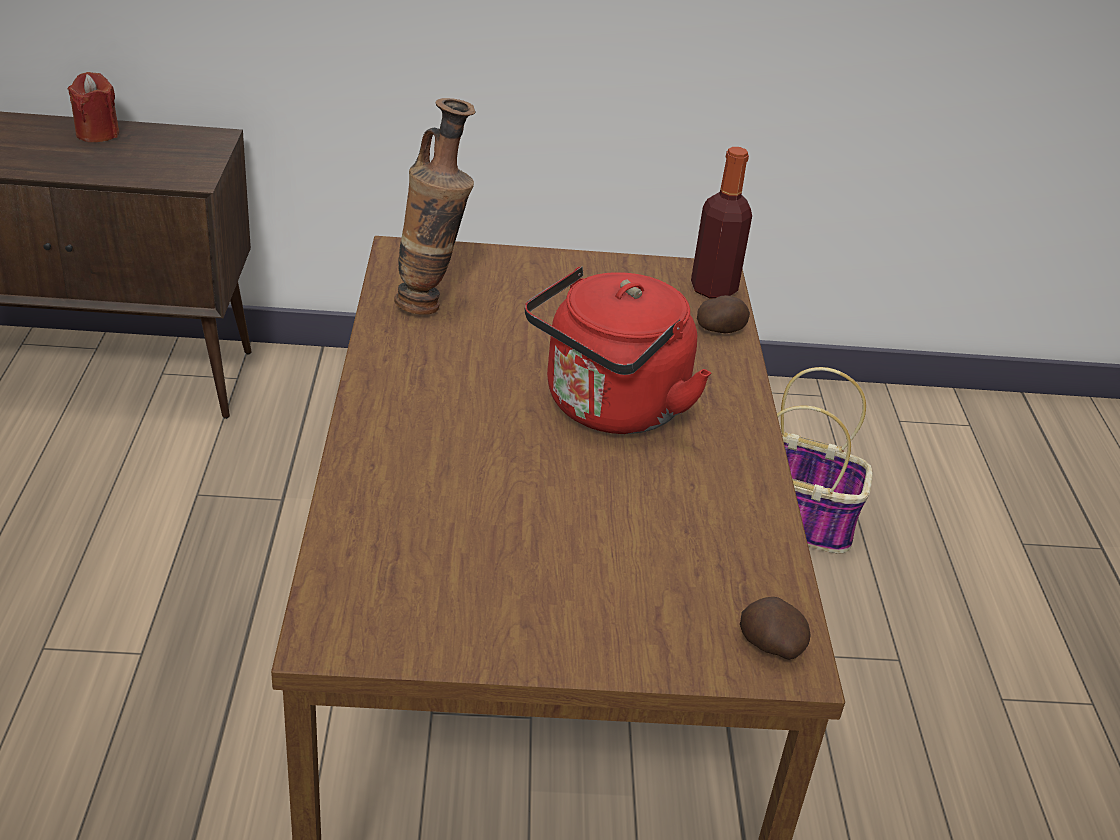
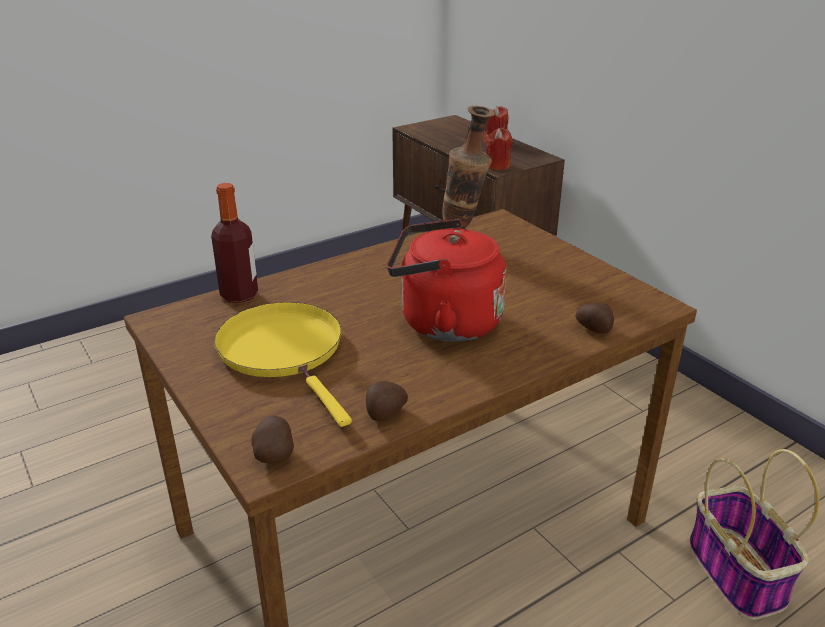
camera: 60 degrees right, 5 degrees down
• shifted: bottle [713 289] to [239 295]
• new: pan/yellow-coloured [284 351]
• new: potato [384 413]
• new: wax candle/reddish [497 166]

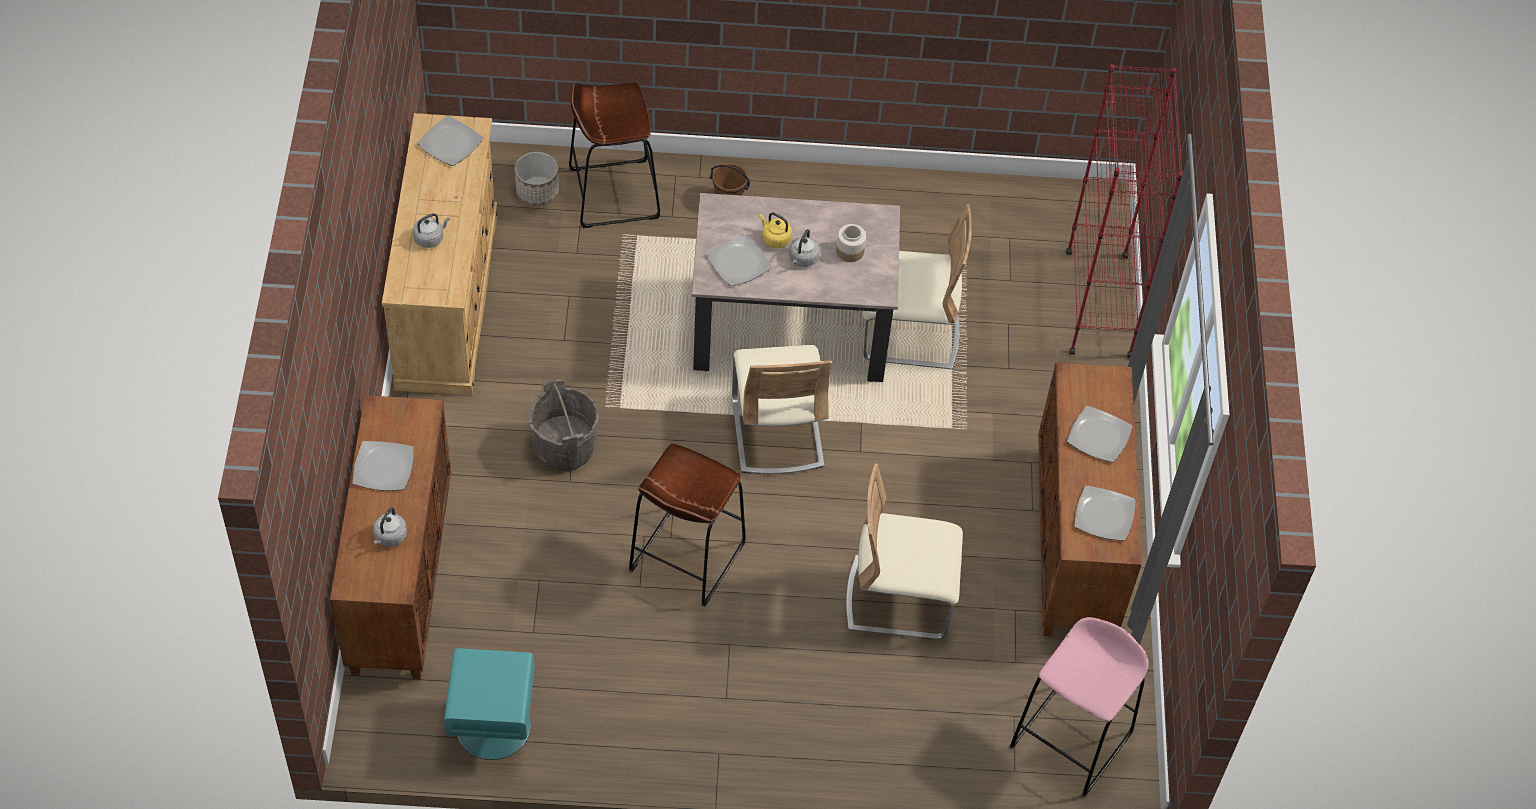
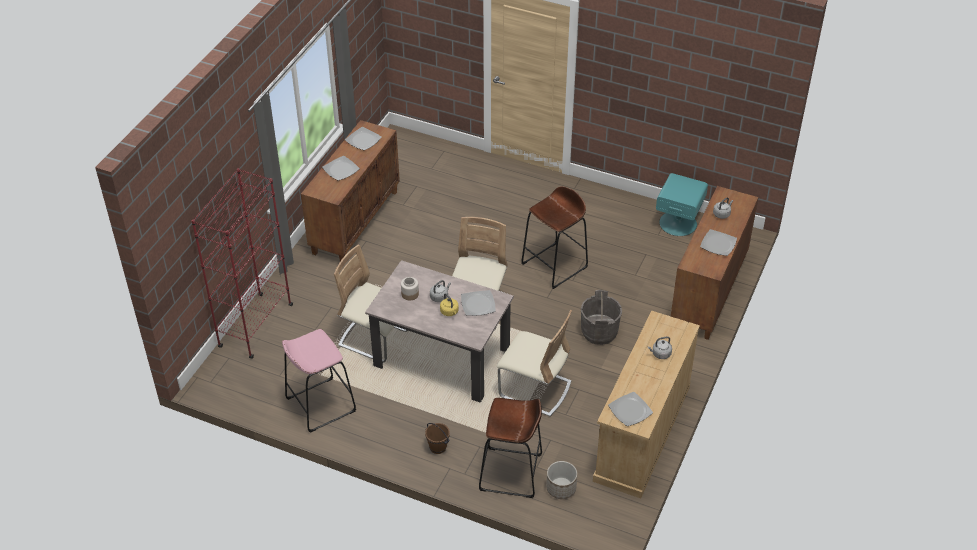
camera: 155 degrees left, 10 degrees down
• shifted: stool seat/pinkish [1071 740] to [320 405]
• shifted: chair/sand-coloured [899 598] to [534 389]

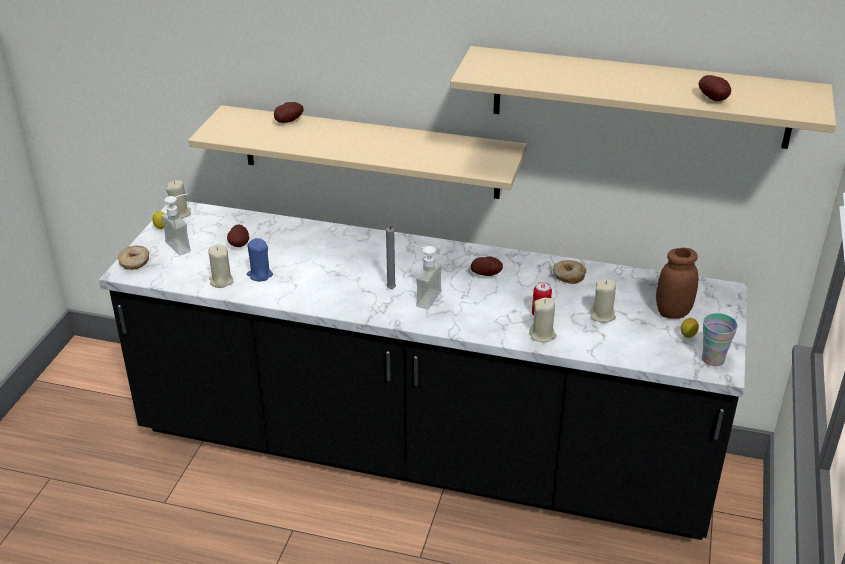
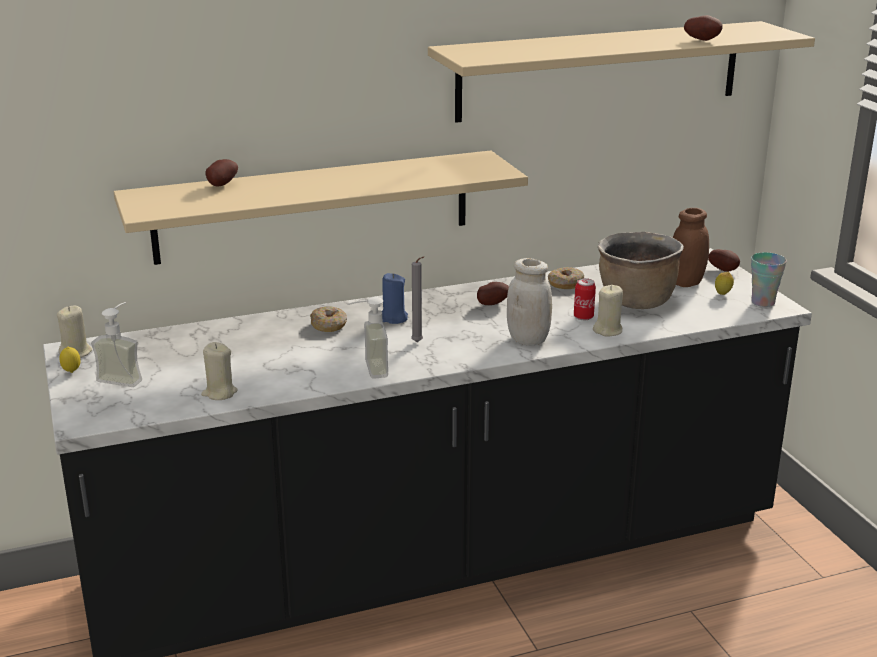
camera: 35 degrees left, 10 degrees down
• shifted: doughnut [135 262] to [329 325]
• shifted: soap dispenser [422 297] to [367 369]
• shifted: wax candle/bluish [260 275] to [393 318]
• new: preserve jar/whitish [528 339]
• swapped: wax candle/sand-coloured [602 315] to stockpot/brown [635 302]
• shifted: potato [240 245] to [724 270]

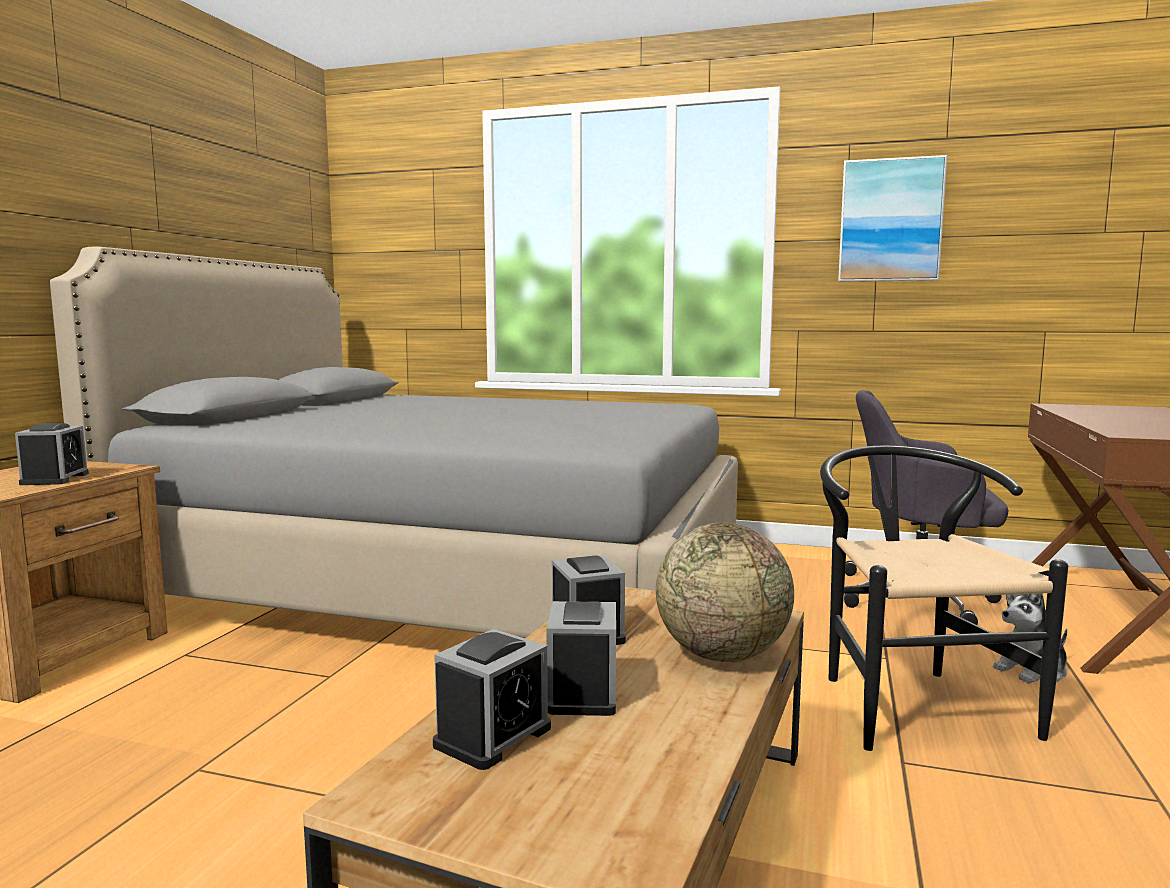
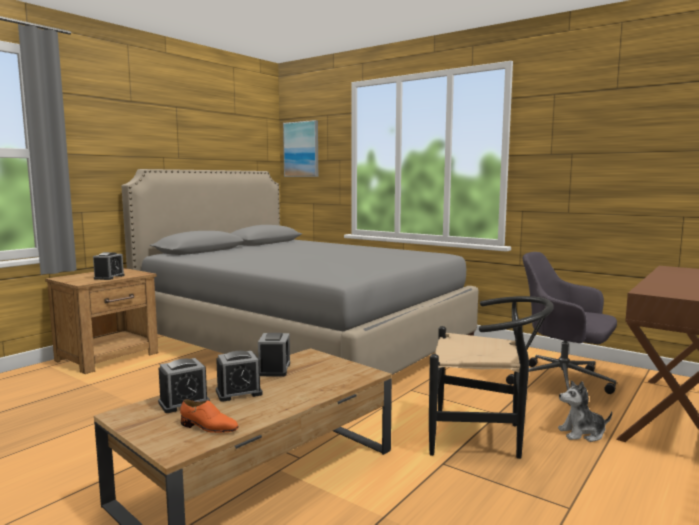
camera: 20 degrees right, 0 degrees up
• new: item of footwear/orangey [208 427]
• rotated: table clock [582 693] = [239 392] 45 degrees clockwise
• shifted: wall picture [890 220] to [301 149]
• rotated: chair/blackish [910 700] = [484 436] 90 degrees clockwise
• gone: globe [722 655]

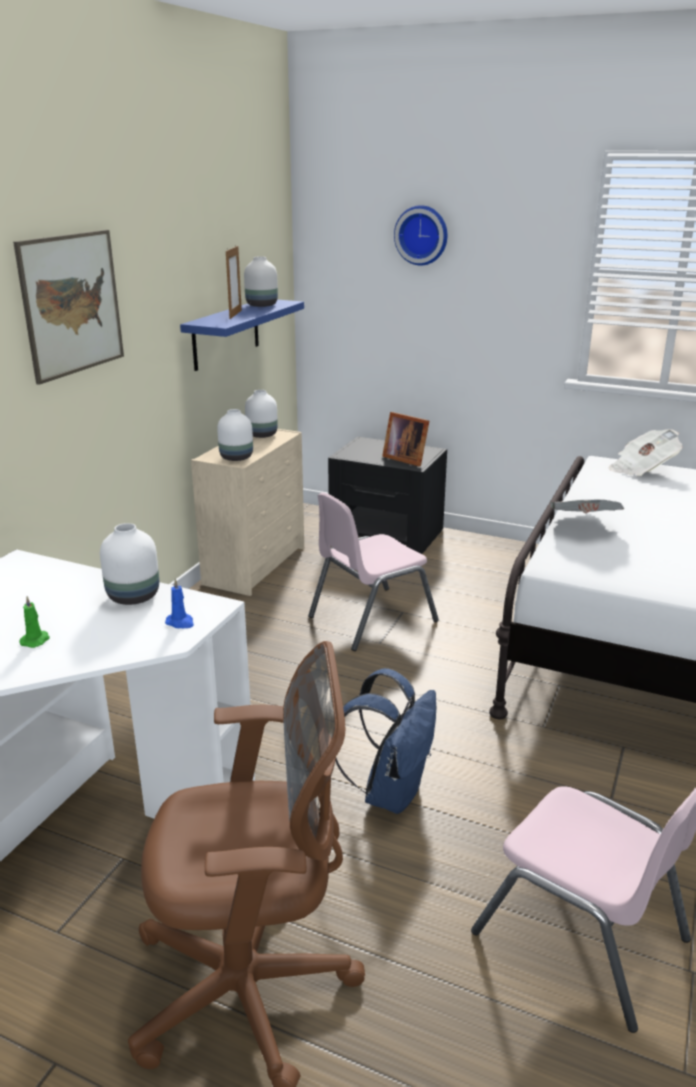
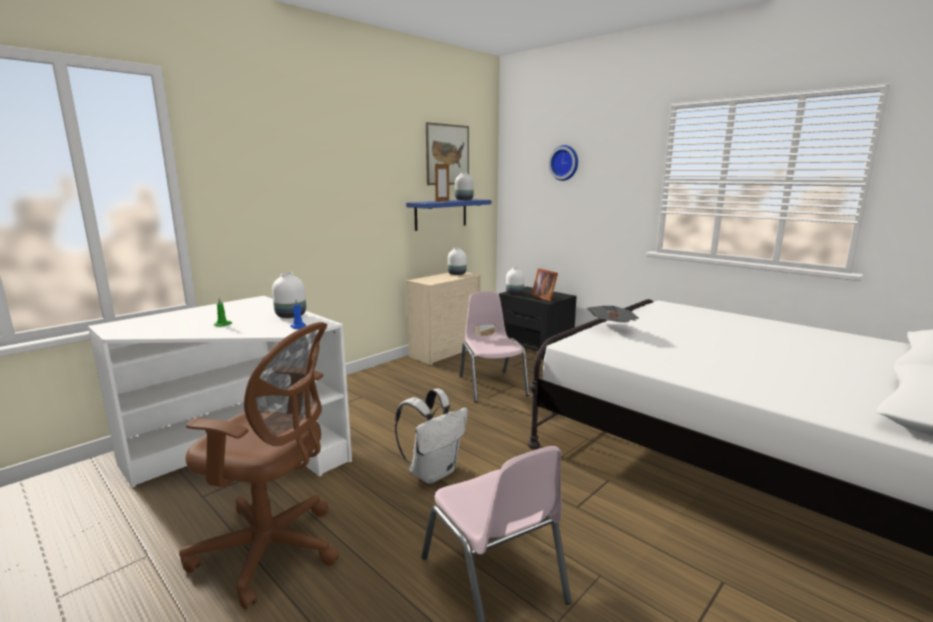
camera: 20 degrees right, 10 degrees down
• repainted: backpack/bluish [391 791] to backpack/whitish [433 472]
• shifted: wall picture [72 304] to [447 154]
• rotated: chair/pinkish [371 618] = [492 385] 90 degrees clockwise
• shifted: decorative vase/whitish [237 457] to [515 293]
• gone: printed paper [641 469]

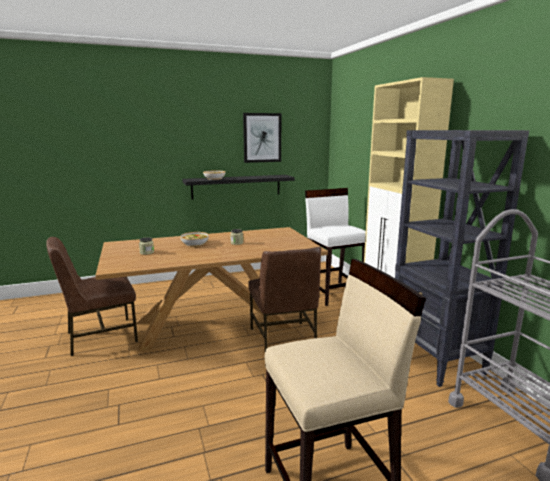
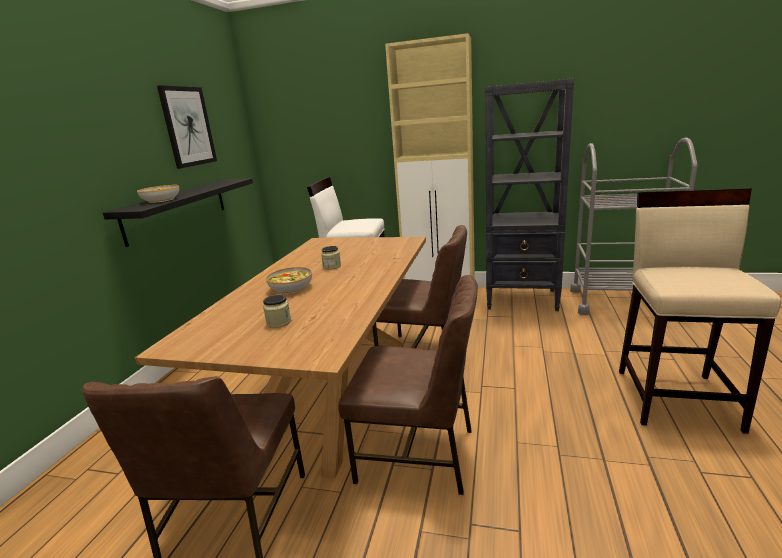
camera: 55 degrees left, 5 degrees up
• new: chair/brown [418 454]

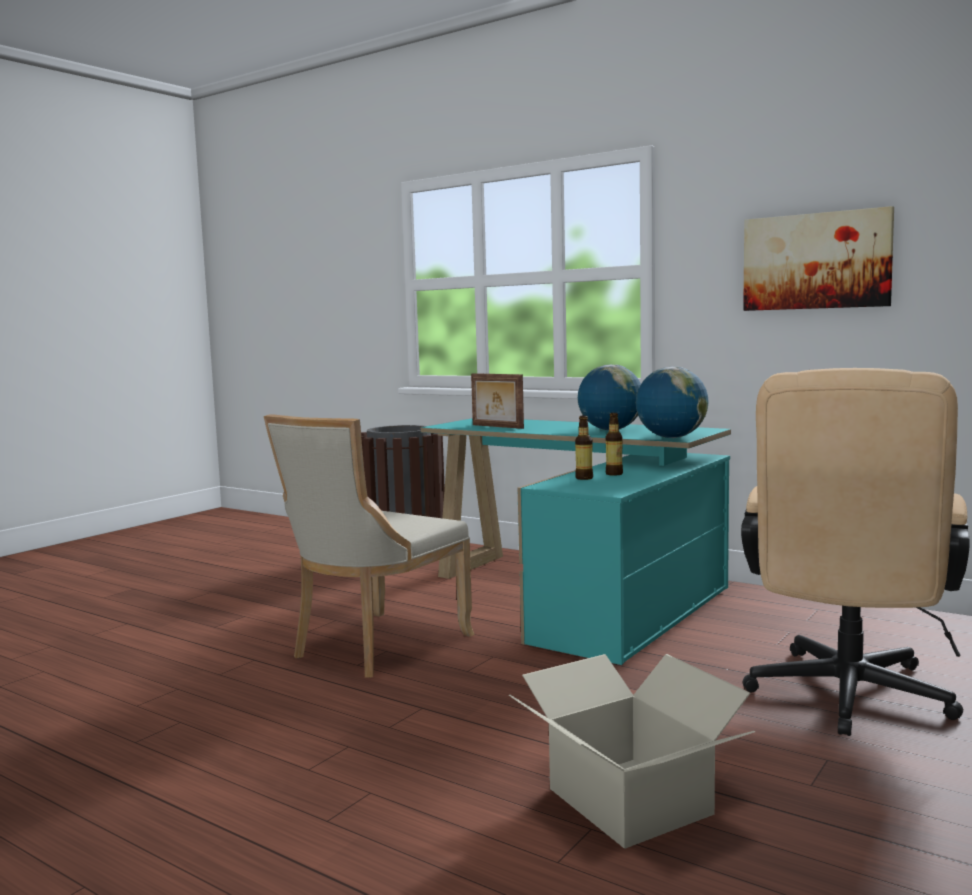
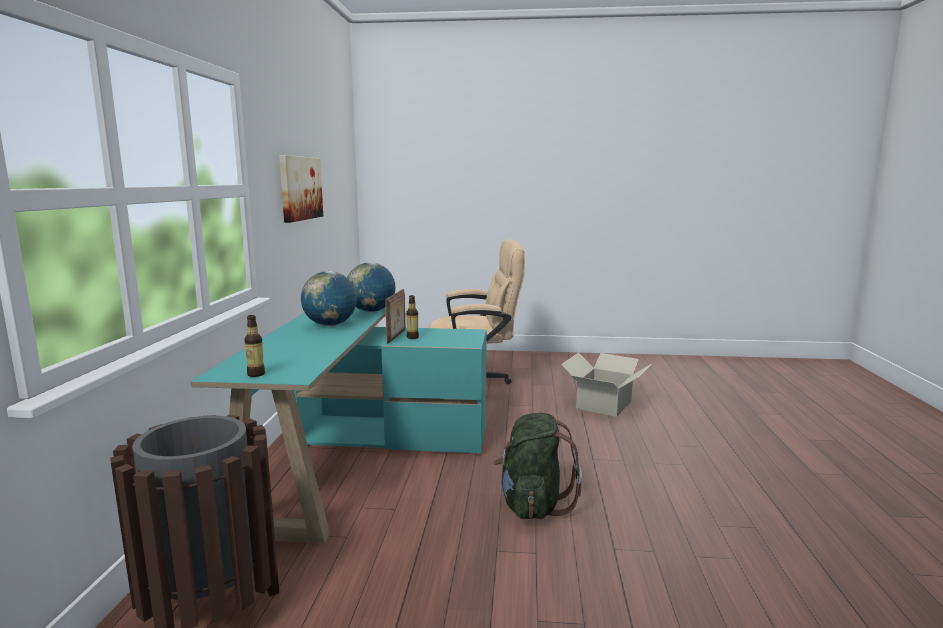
camera: 120 degrees left, 5 degrees up
• shifted: bottle [584 478] to [256 374]
• shifted: standing frame [496 427] to [397 336]
• swapped: chair/sand-coloured [375 647] to backpack/greenish [533 505]

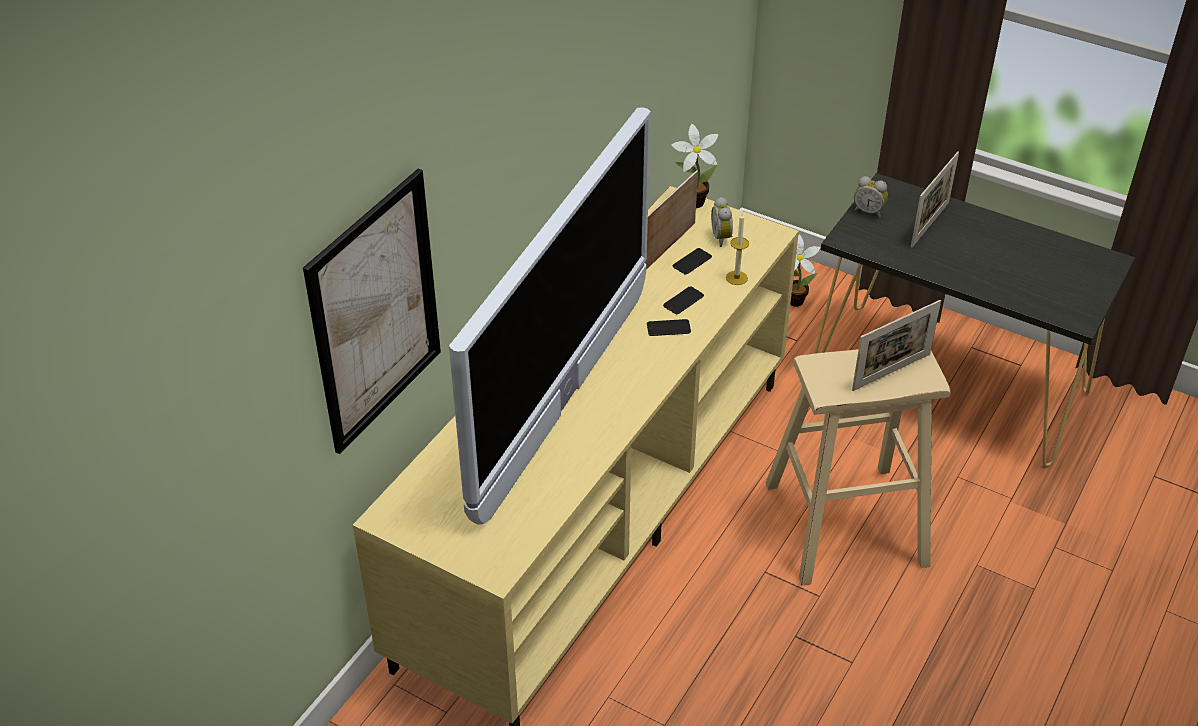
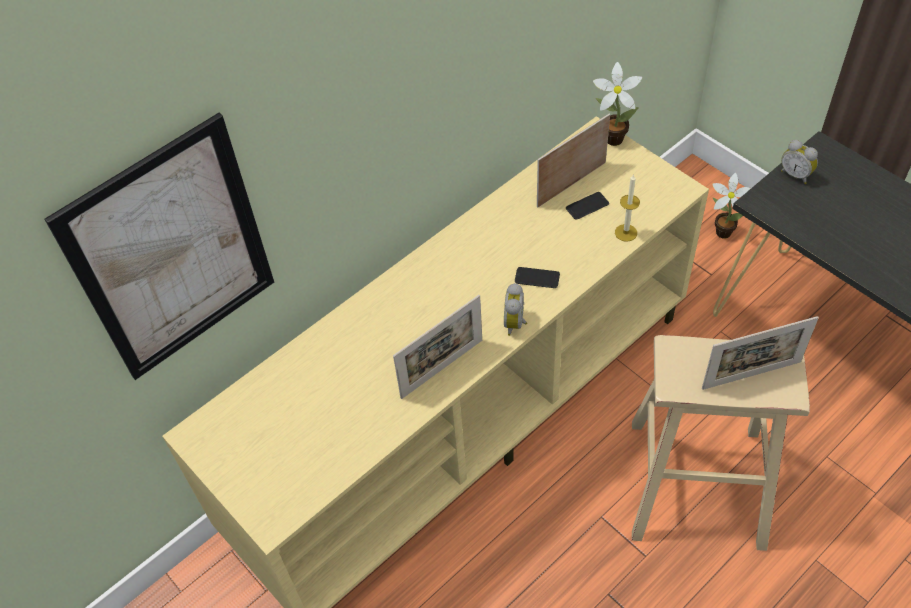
camera: 20 degrees right, 10 degrees up
• shifted: standing frame [930 224] to [442 368]
• shifted: table clock [722 238] to [516 323]
• gone: TV [563 401]
• gone: phone [683 301]

